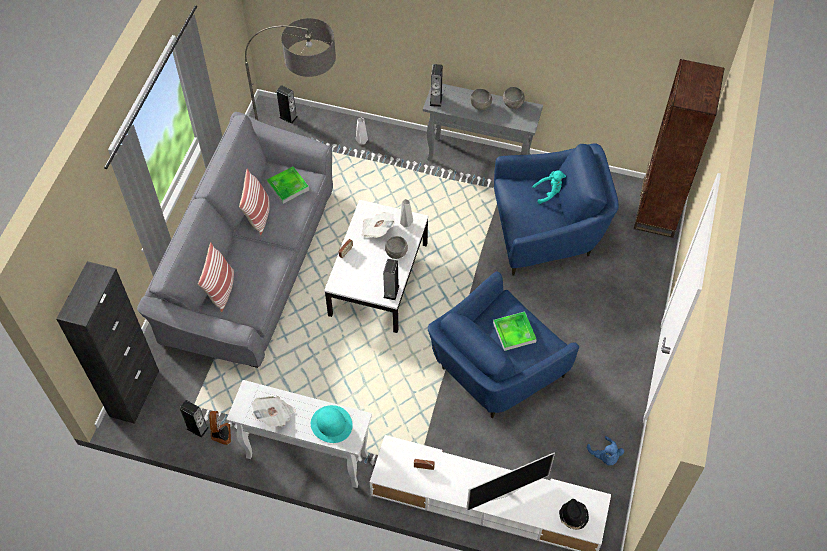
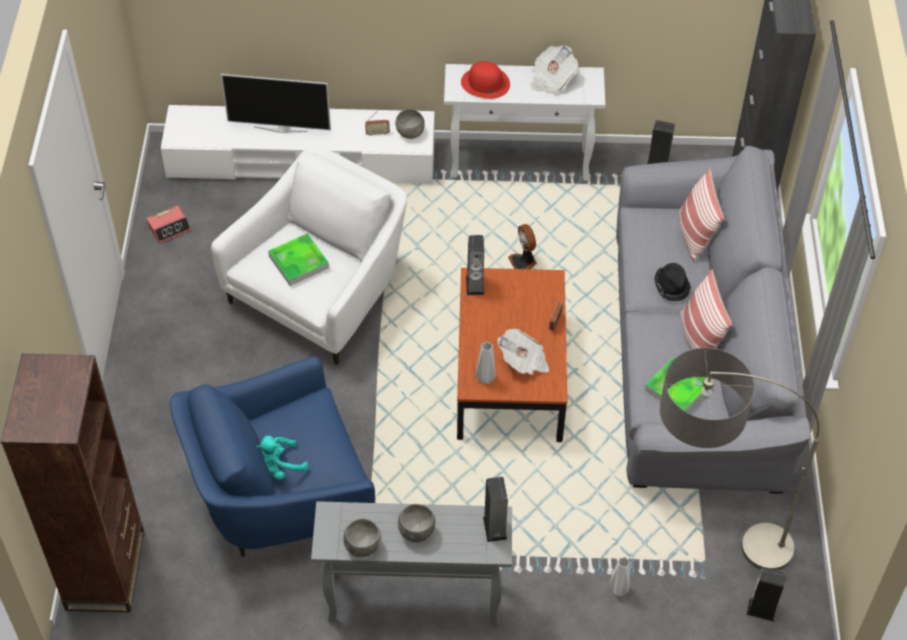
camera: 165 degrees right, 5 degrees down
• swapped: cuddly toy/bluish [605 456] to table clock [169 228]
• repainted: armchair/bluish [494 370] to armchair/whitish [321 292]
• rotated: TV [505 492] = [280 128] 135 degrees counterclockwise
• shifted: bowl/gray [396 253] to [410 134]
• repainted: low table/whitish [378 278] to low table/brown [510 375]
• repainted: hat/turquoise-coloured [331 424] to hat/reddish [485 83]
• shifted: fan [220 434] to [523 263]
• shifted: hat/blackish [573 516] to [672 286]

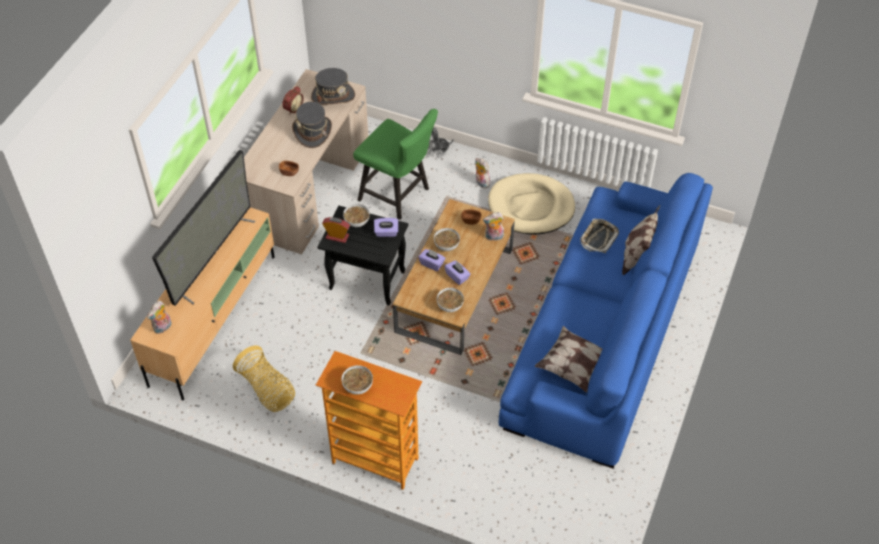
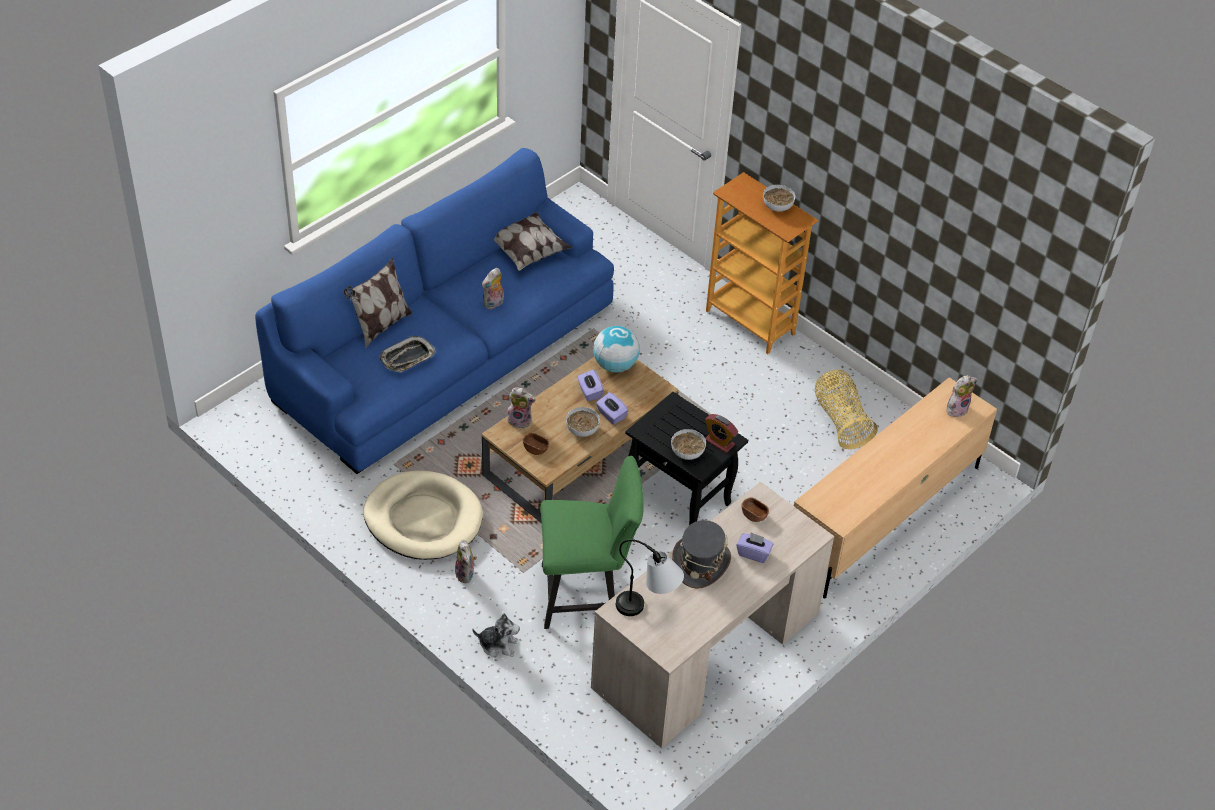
camera: 160 degrees left, 5 degrees down
• new: cuddly toy [494 304]
• rotated: chair/greenish [398 196] = [586 595] 120 degrees clockwise
• swapped: bowl [450 306] to globe [615 365]
• swapped: hat/gray [333 96] to lamp for a table [648 610]
• shifted: tissue box/purple [386 232] to [753 553]
• gone: TV [212 257]
• gone: table clock [292 108]

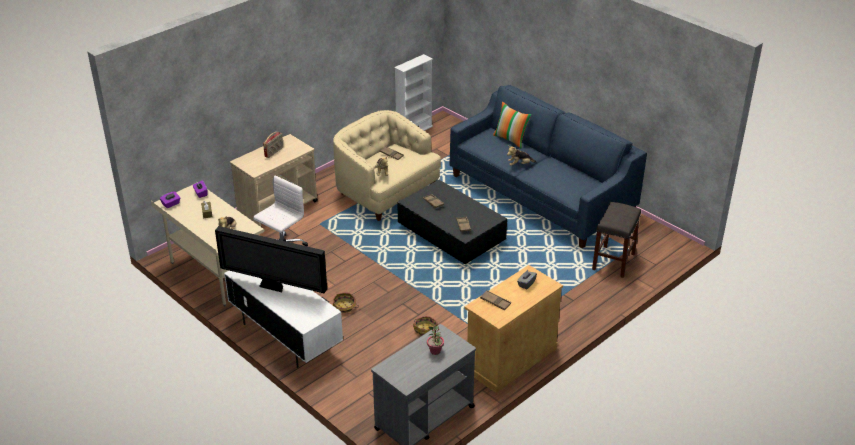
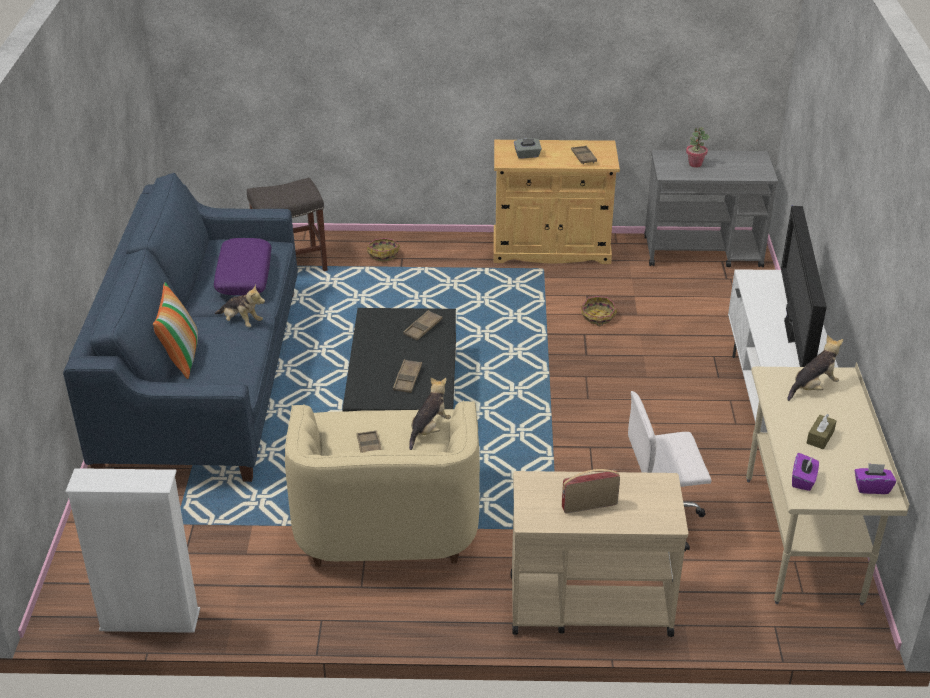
camera: 135 degrees left, 0 degrees up
• new: pillow/purple [243 275]
• shifted: basket [344 306] to [383 254]
• rotated: TV [273 288] = [792 333] 150 degrees counterclockwise

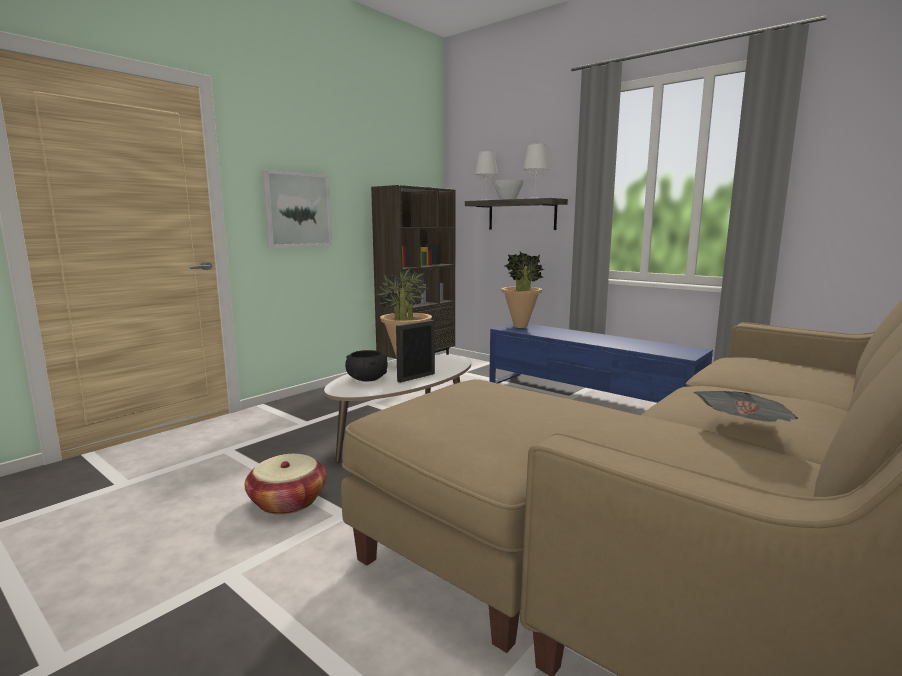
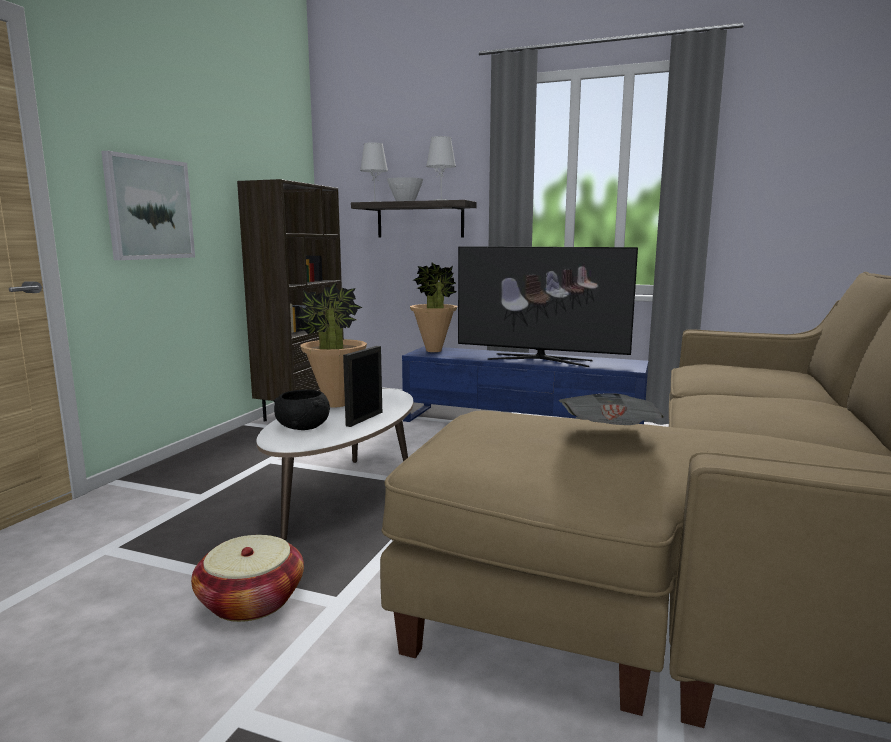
camera: 20 degrees left, 0 degrees up
• new: TV [539 360]
• shifted: printed paper [742 431] to [610 437]

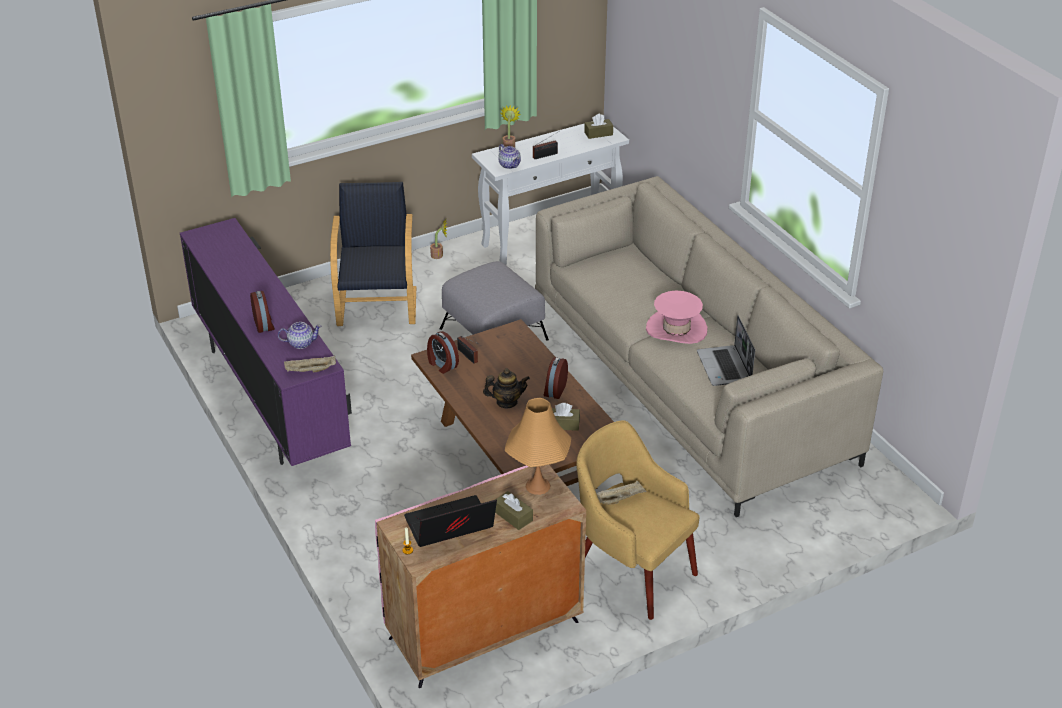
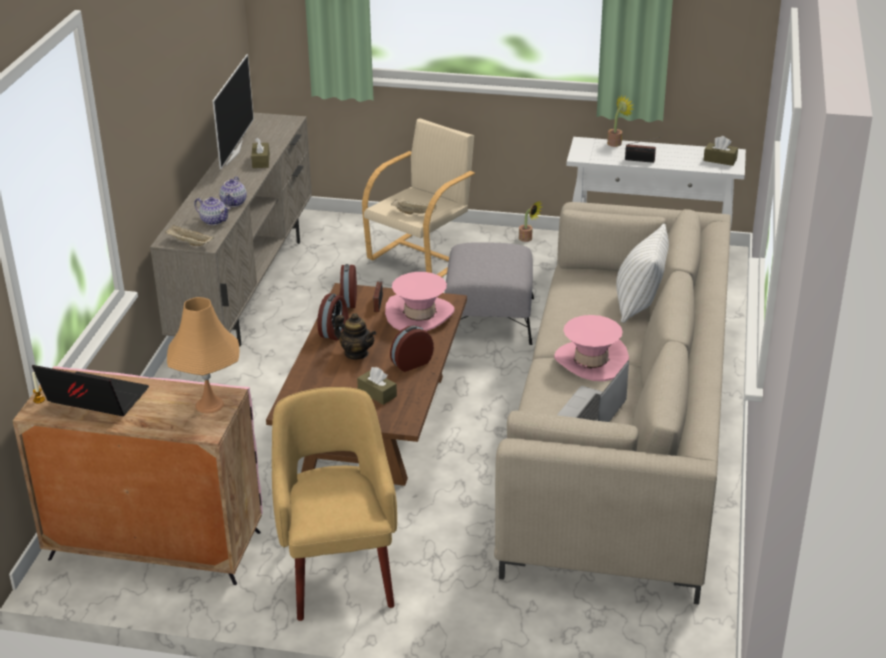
camera: 40 degrees right, 5 degrees down
• repainted: tv unit/purple [269 397] to tv unit/sand-coloured [246 288]
• new: TV [233 152]
• shifted: pot for tea [509 165] to [234 202]
• shifted: tissue box/brown [513 516] to [261 161]
• shifted: table clock [264 324] to [335 332]
• repainted: armchair/blackish [378 305] to armchair/sand-coloured [422 257]
• new: hat/pinkish [420 315]
• shifted: tray/sand-coloured [619 499] to [415 213]
• new: pillow/whitish [639 304]

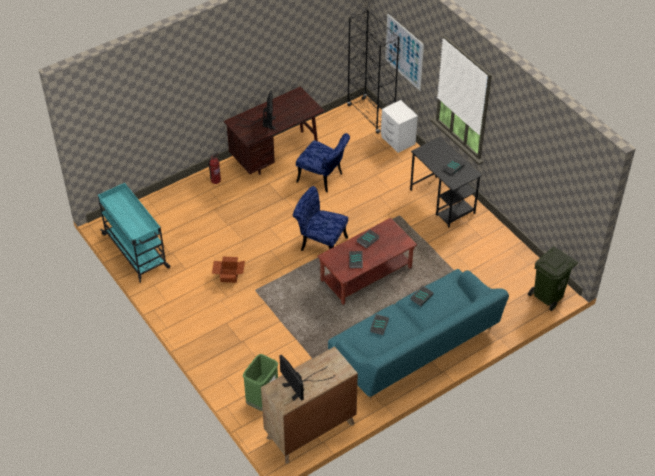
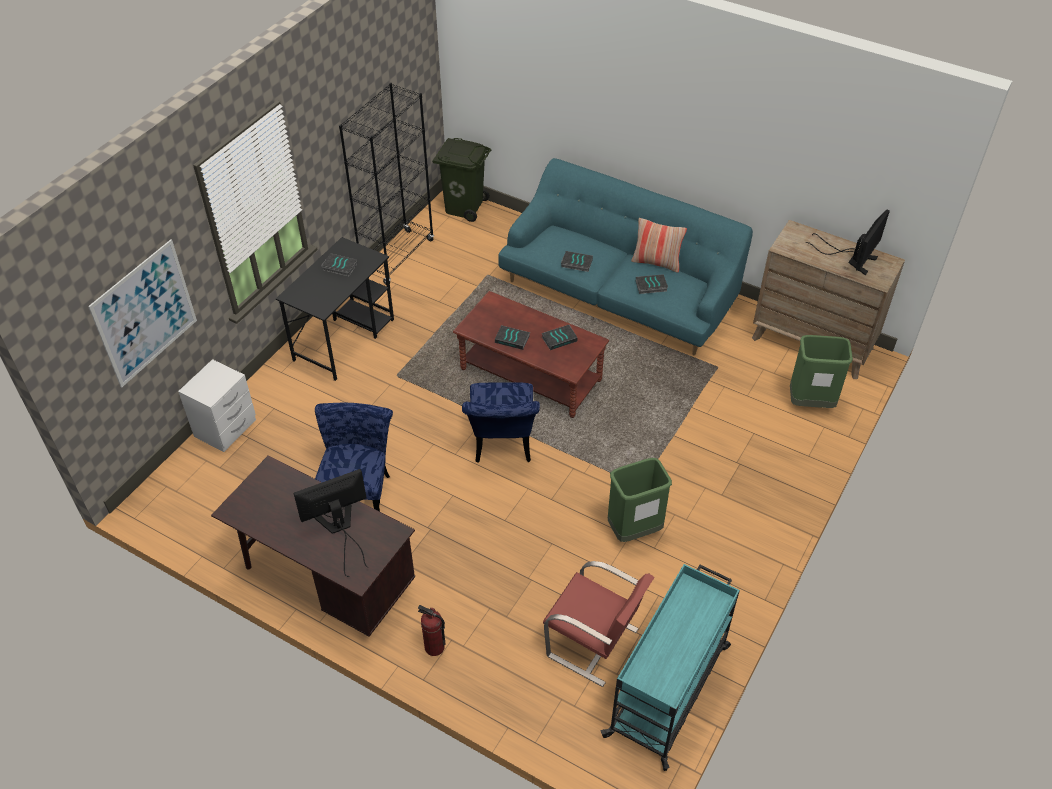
camera: 115 degrees left, 0 degrees up
• shifted: shelving unit/blackish [371 116] to [397 257]
• new: chair/reddish [594 644]
• swapped: packing box [228 275] to rubbish bin/greenish [634 530]
• new: pillow [656 262]

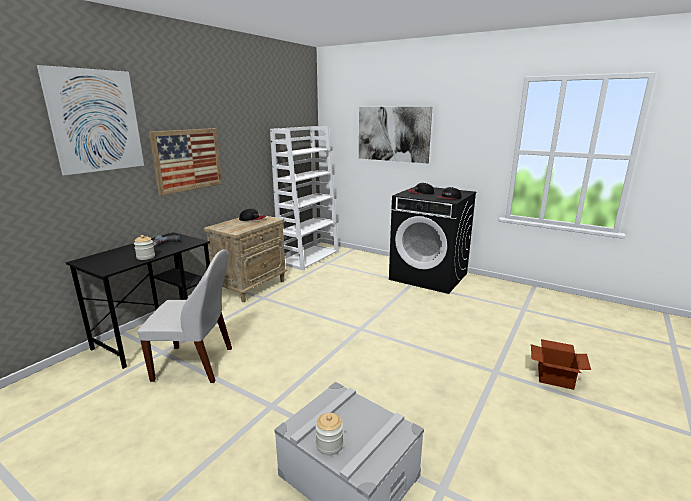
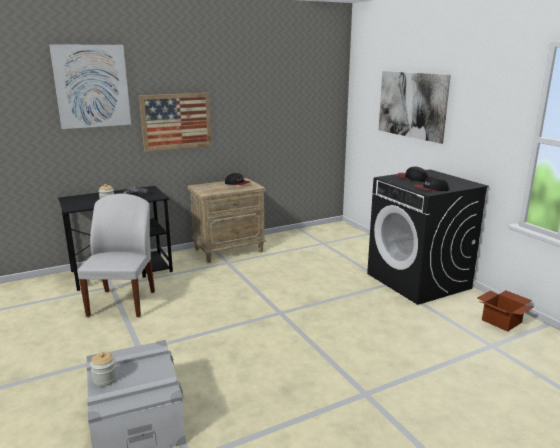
camera: 30 degrees right, 0 degrees up
• rotated: chair/whitish [196 364] = [123 302] 120 degrees counterclockwise
• shifted: packing box [555 376] to [502 321]
• gone: shelving unit/whitish [309 257]

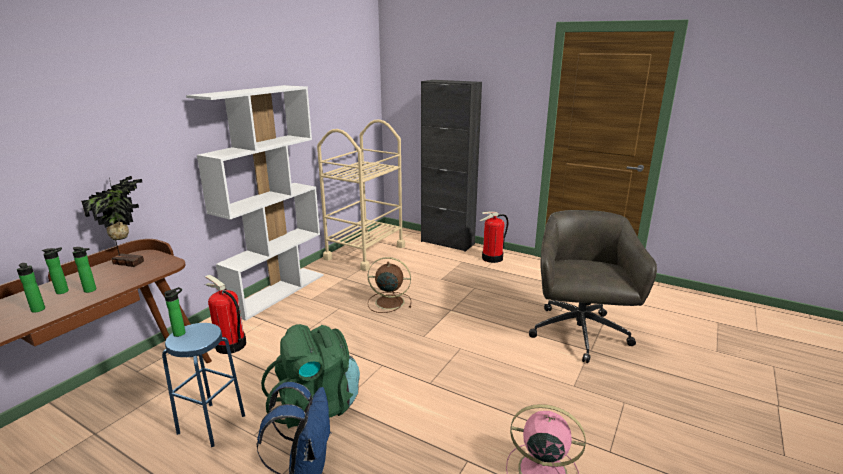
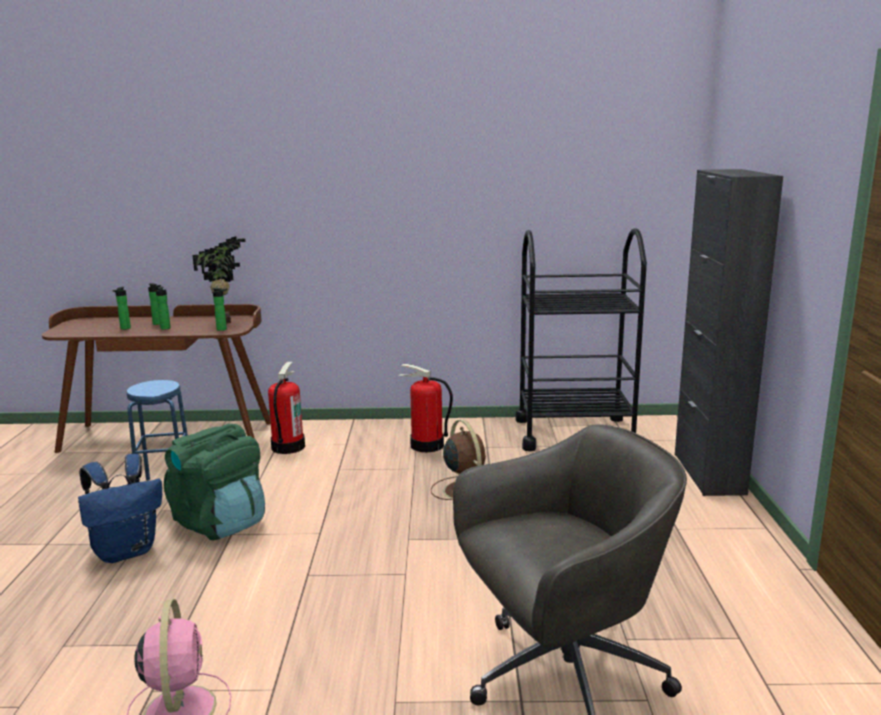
camera: 60 degrees right, 5 degrees down
• shifted: bottle [181 332] to [223 329]
• shifted: extinguisher [492 258] to [426 445]
• repainted: trolley/sand-coloured [365 252] to trolley/blackish [574 433]
• gone: shelving unit/whitish [277 292]

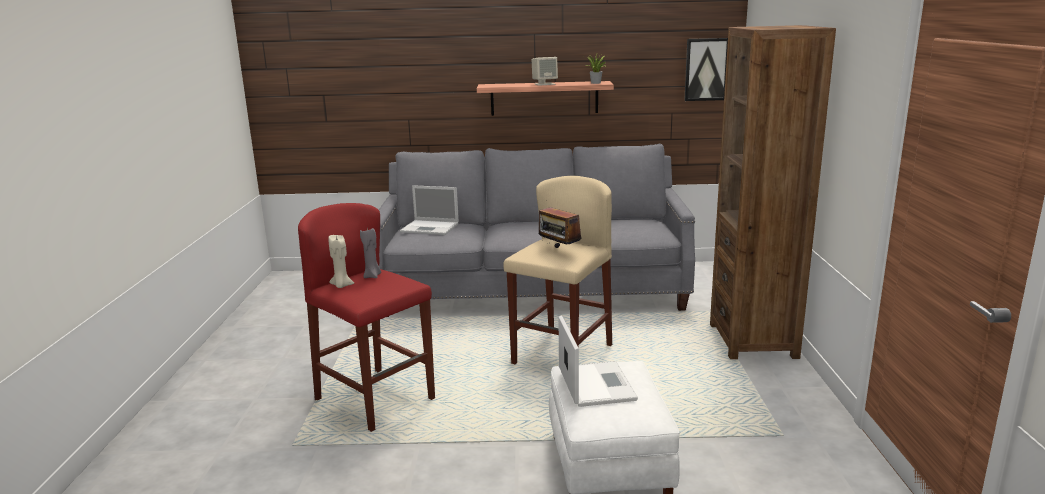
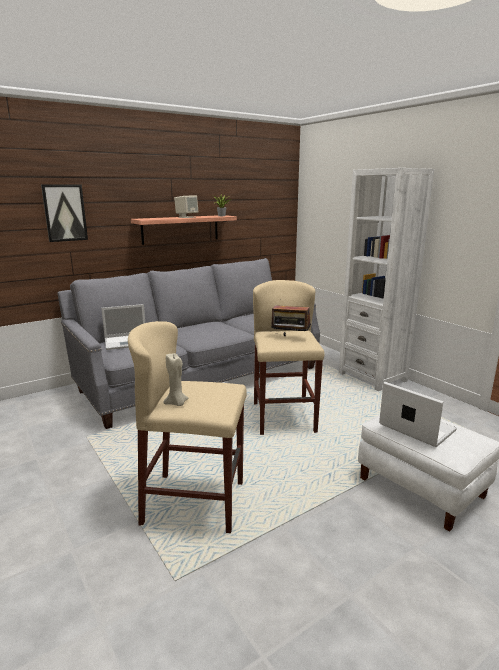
camera: 35 degrees left, 0 degrees up
• shifted: wall picture [706 69] to [64 213]
• repainted: stool seat/reddish [375 399] to stool seat/sand-coloured [194 502]
• repainted: shelving unit/brown [753 341] to shelving unit/whitish [372 377]
• gone: wax candle/gray [372 276]

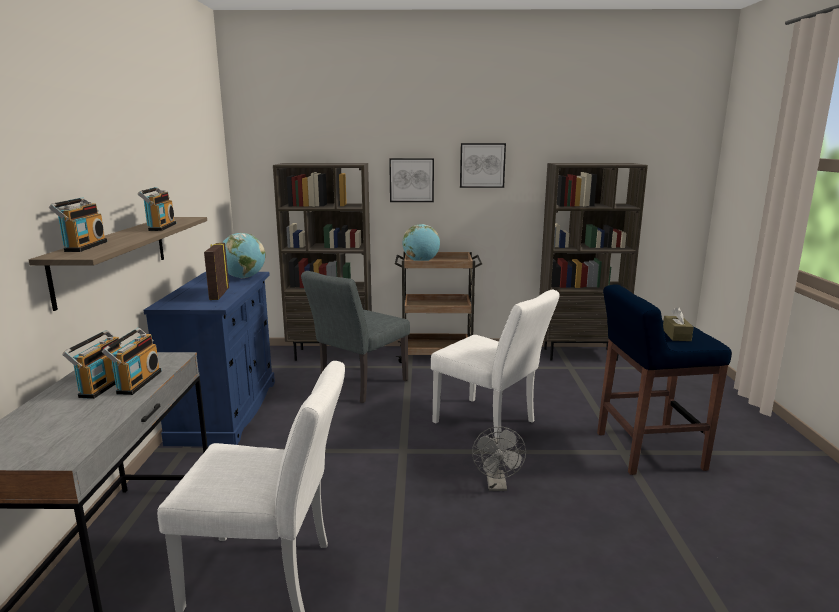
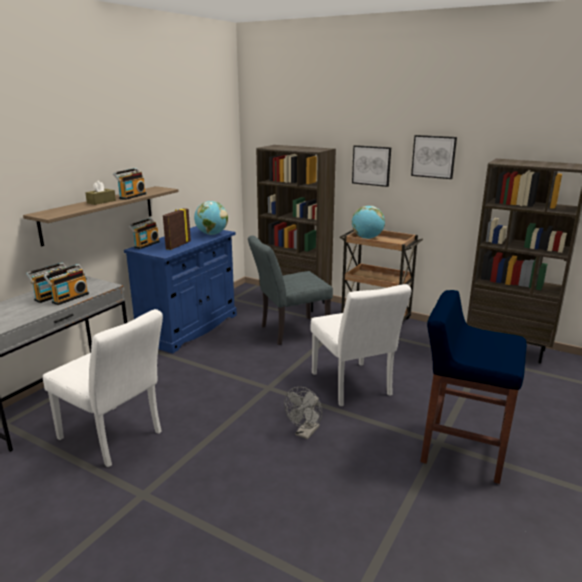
camera: 30 degrees right, 5 degrees up
• shifted: tissue box/brown [676 335] to [101 202]
• shifted: radio [83 246] to [146 244]

